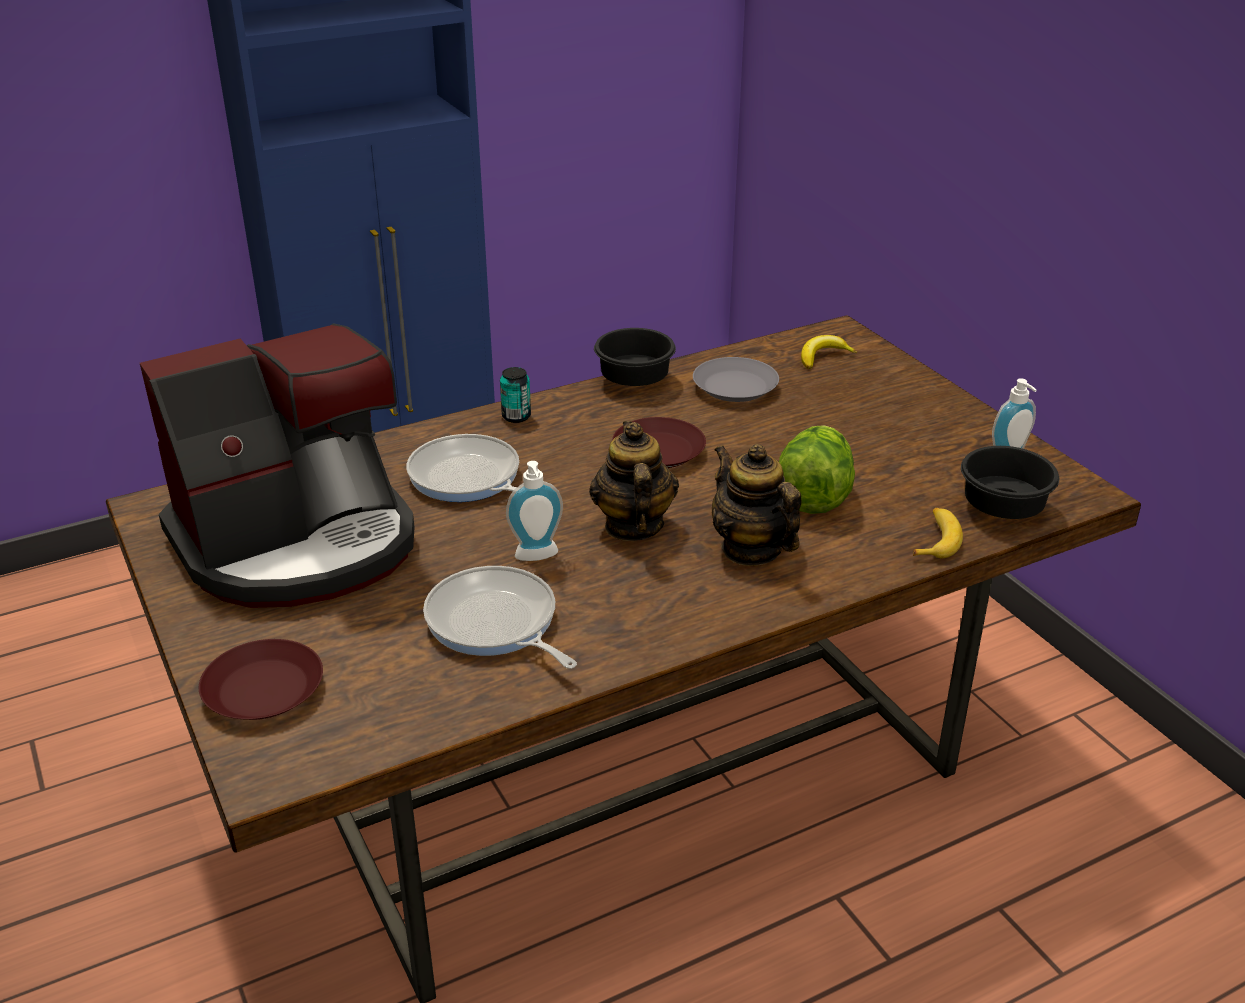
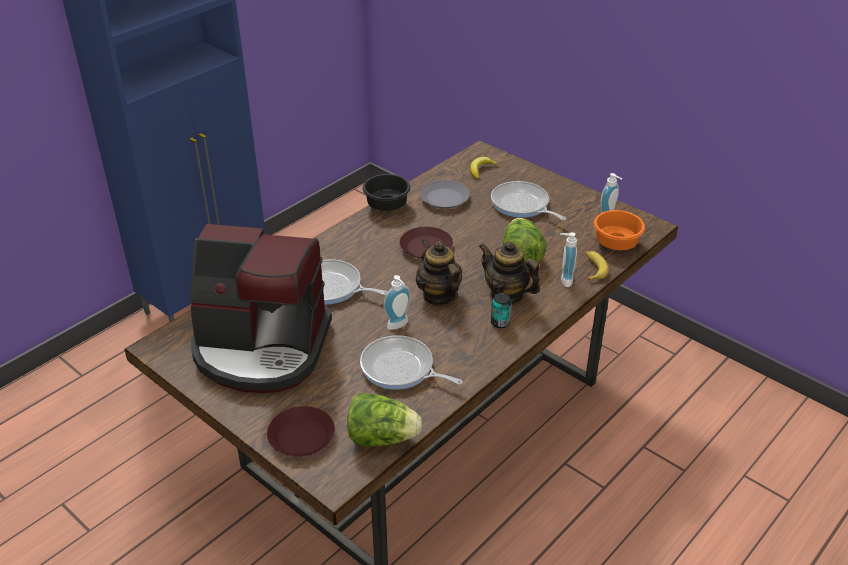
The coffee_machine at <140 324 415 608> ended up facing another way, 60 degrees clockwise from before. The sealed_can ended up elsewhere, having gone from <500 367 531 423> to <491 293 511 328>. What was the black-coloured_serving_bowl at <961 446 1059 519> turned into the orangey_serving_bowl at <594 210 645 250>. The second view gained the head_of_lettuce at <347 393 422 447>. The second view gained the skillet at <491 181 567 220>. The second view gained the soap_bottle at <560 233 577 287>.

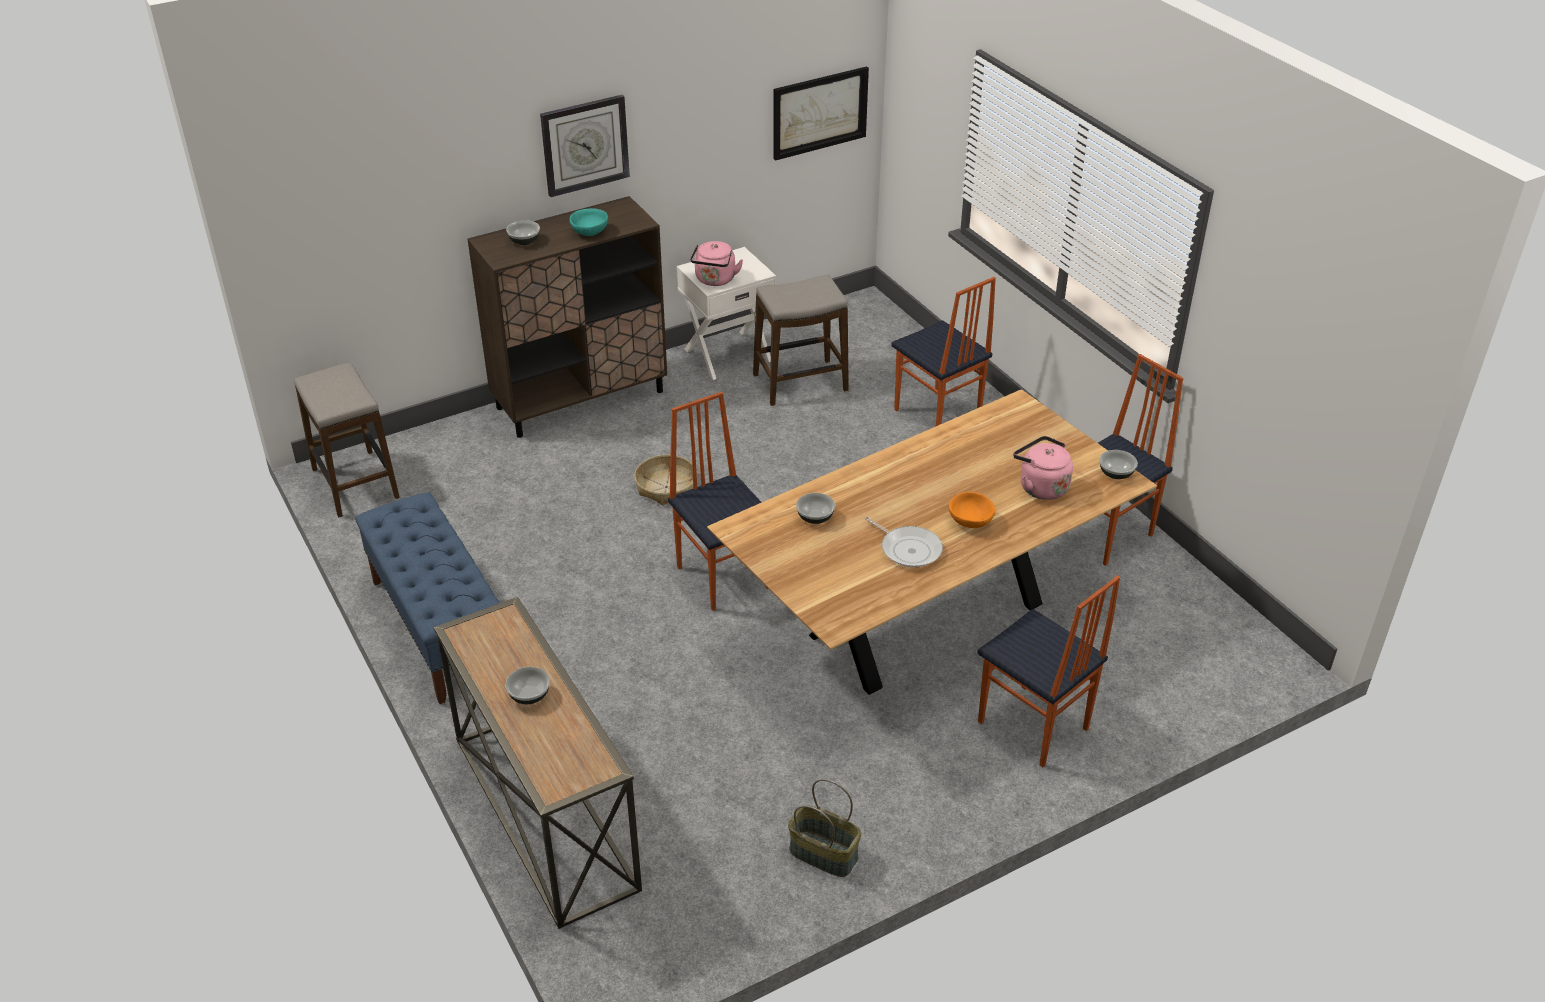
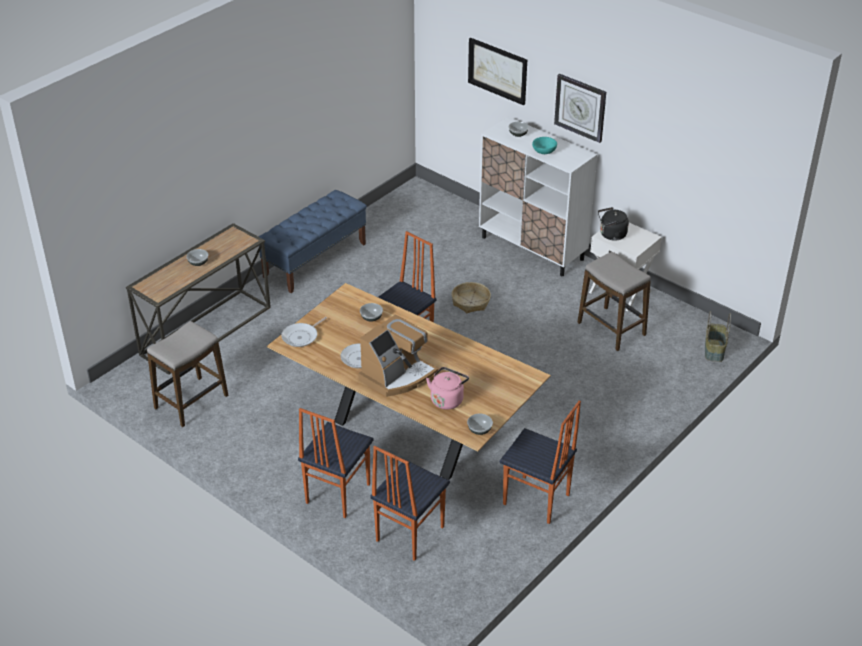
The sitting_stool ended up elsewhere, having gone from <294 363 400 517> to <147 321 228 427>. What was the brown-coloured_cupboard at <467 196 667 438> turned into the white-coloured_cupboard at <479 117 598 276>. What was the pink-coloured_tea_kettle at <690 241 743 286> turned into the black-coloured_tea_kettle at <598 207 629 241>. The wall_art ended up elsewhere, having gone from <774 66 869 161> to <468 38 527 105>. The storage_basket ended up elsewhere, having gone from <788 779 861 877> to <705 311 731 362>. The plain_chair ended up elsewhere, having gone from <891 277 996 426> to <370 446 450 561>. Where the orangey_serving_bowl stood at <949 492 995 528>, the coffee_machine came to stand at <358 314 438 397>. The second view gained the skillet at <281 317 327 347>.

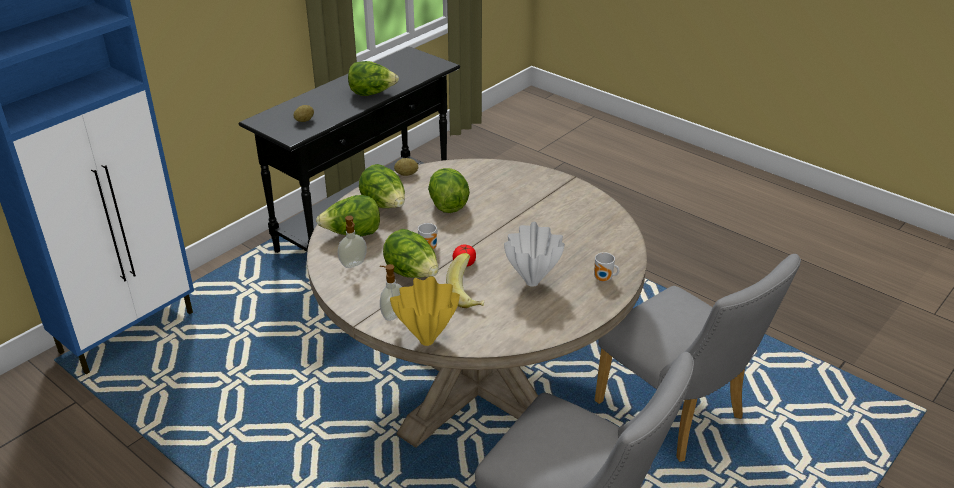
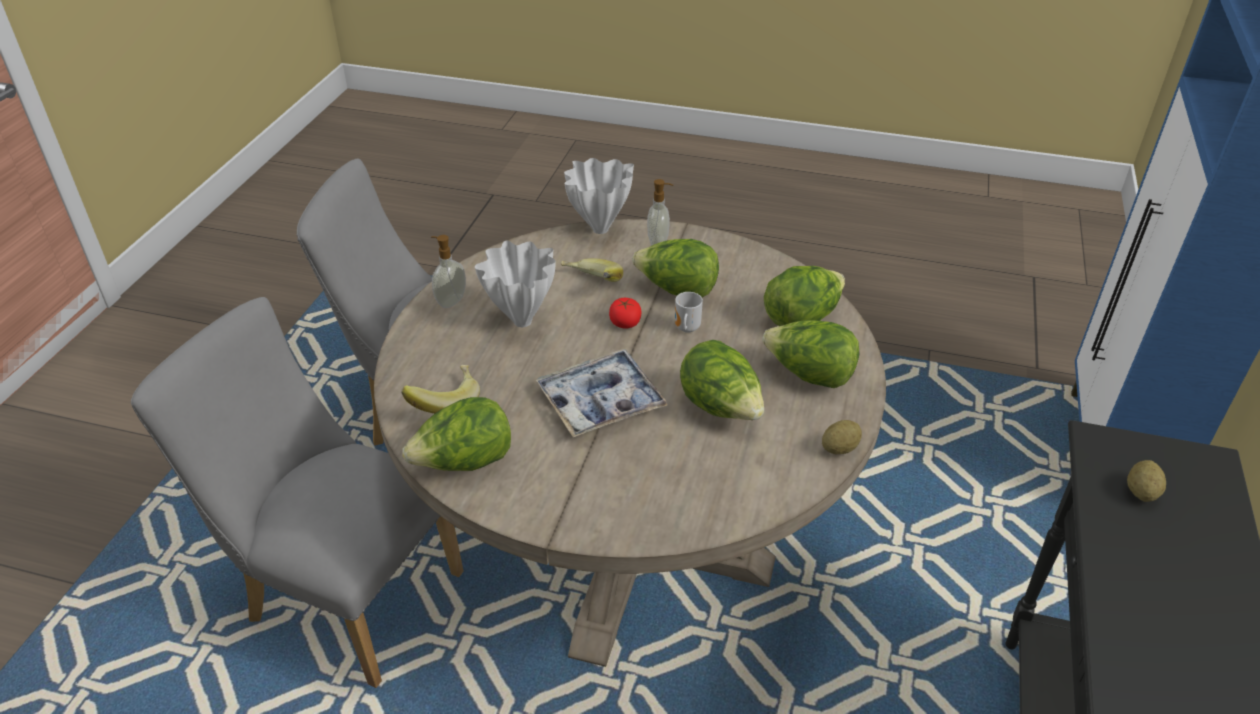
The soap_bottle ended up elsewhere, having gone from <338 216 367 268> to <431 235 466 308>. The head_of_lettuce ended up elsewhere, having gone from <348 61 399 96> to <402 397 511 471>. What was the yellow-coloured_flower_vase at <390 276 460 346> turned into the white-coloured_flower_vase at <564 158 634 234>. The second view lost the tea_mug at <594 252 619 282>. The second view gained the banana at <401 365 480 414>. The second view gained the carrying_tray at <536 349 668 437>.

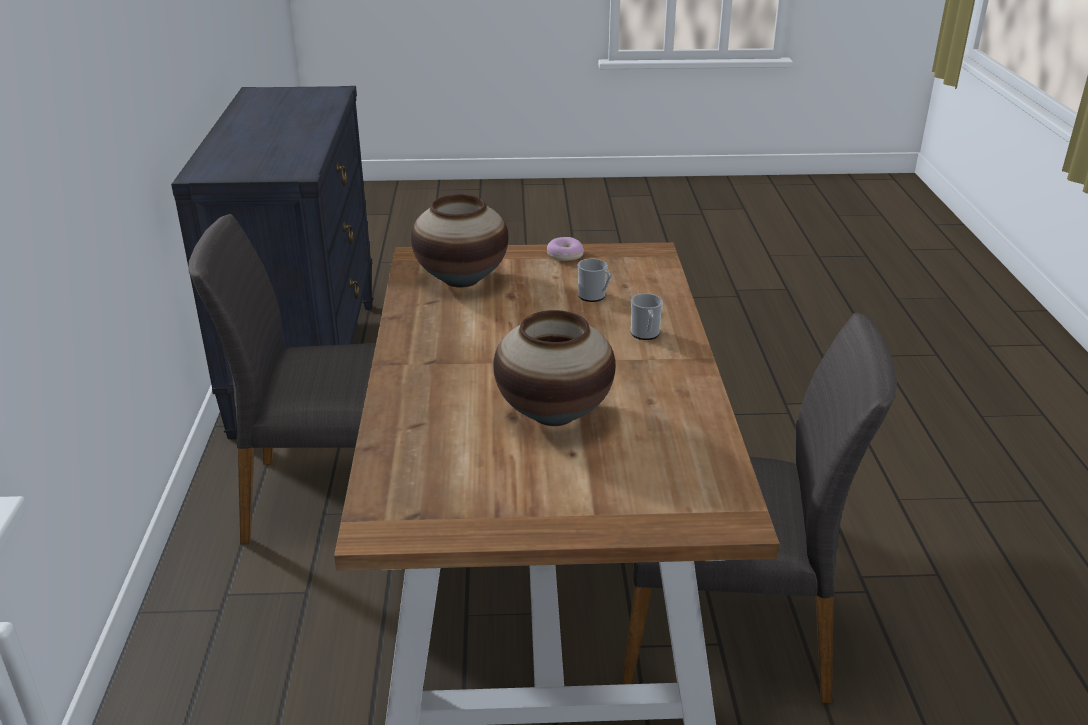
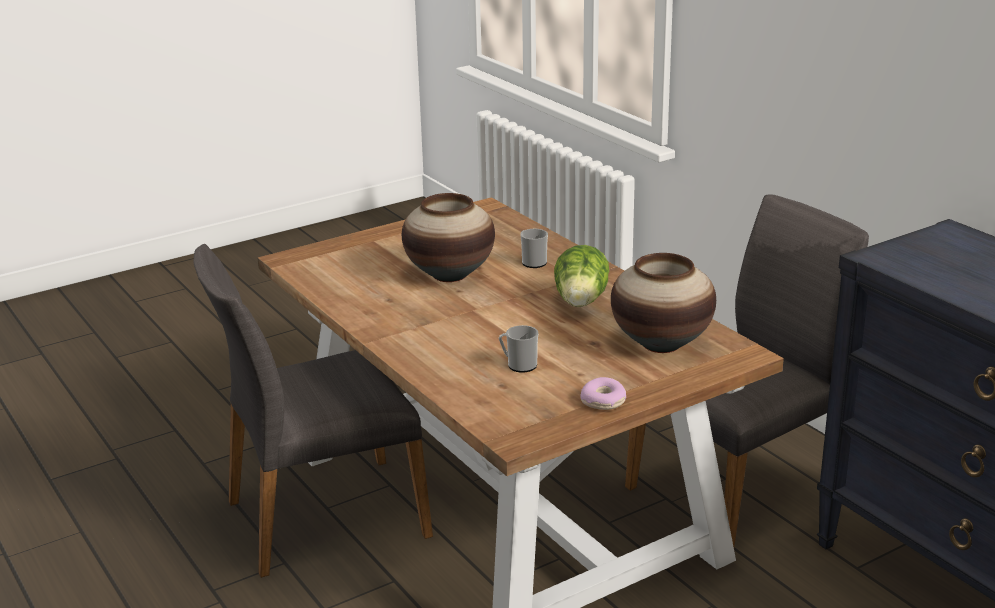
The tea_mug ended up elsewhere, having gone from <631 293 663 340> to <520 229 548 268>. The second view gained the head_of_lettuce at <554 245 609 307>.

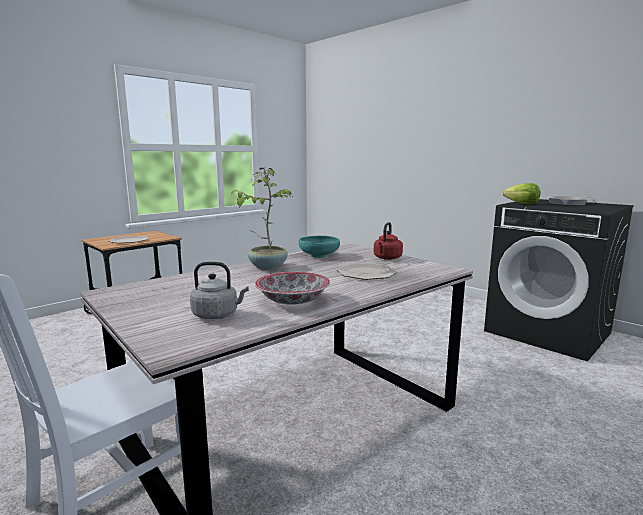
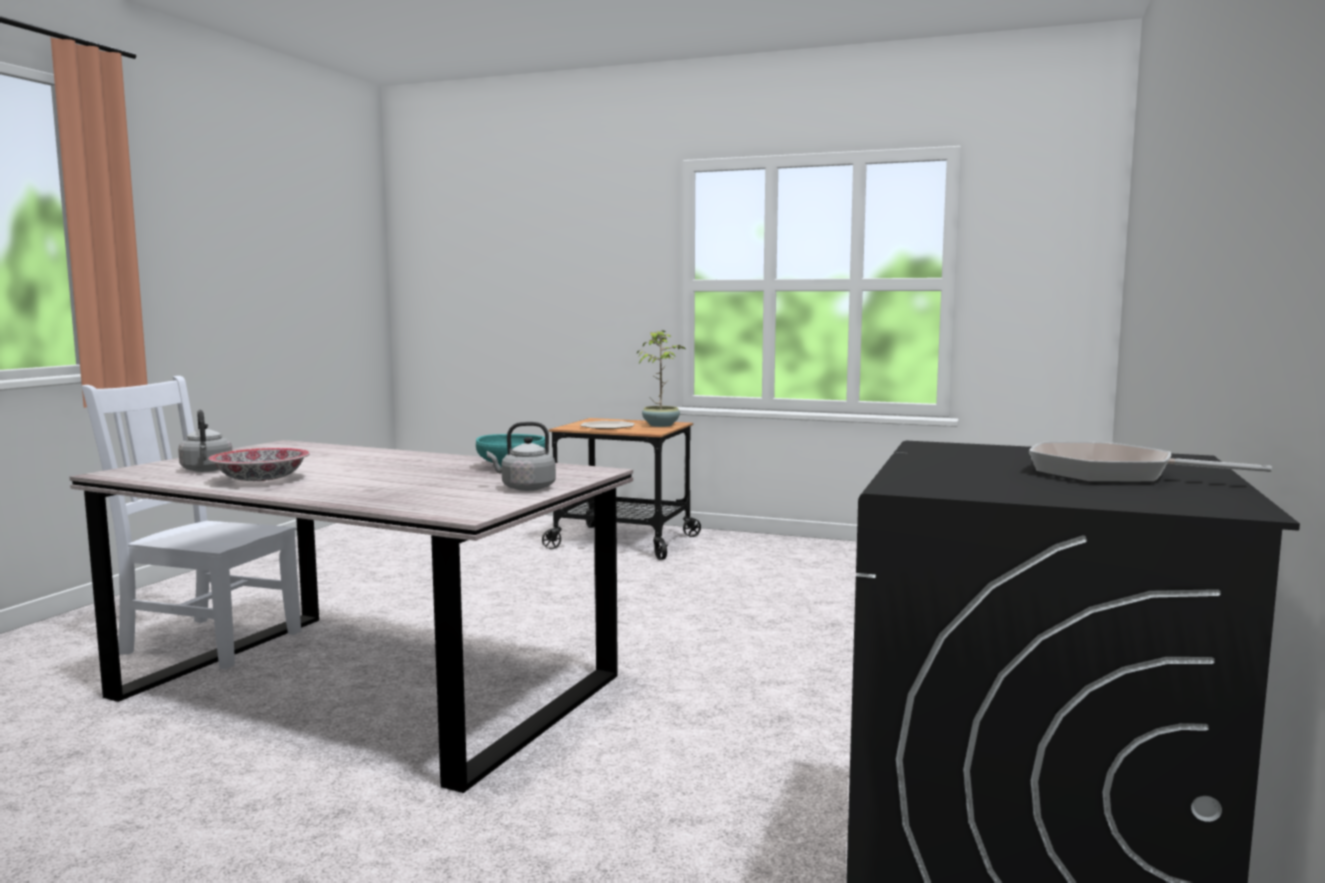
The plant_in_a_pot ended up elsewhere, having gone from <230 168 292 270> to <637 330 686 427>. The second view lost the flat_dish at <337 263 397 280>. What was the reddish_tea_kettle at <374 222 403 260> turned into the gray_tea_kettle at <487 422 556 491>. The second view lost the head_of_lettuce at <503 183 540 204>.

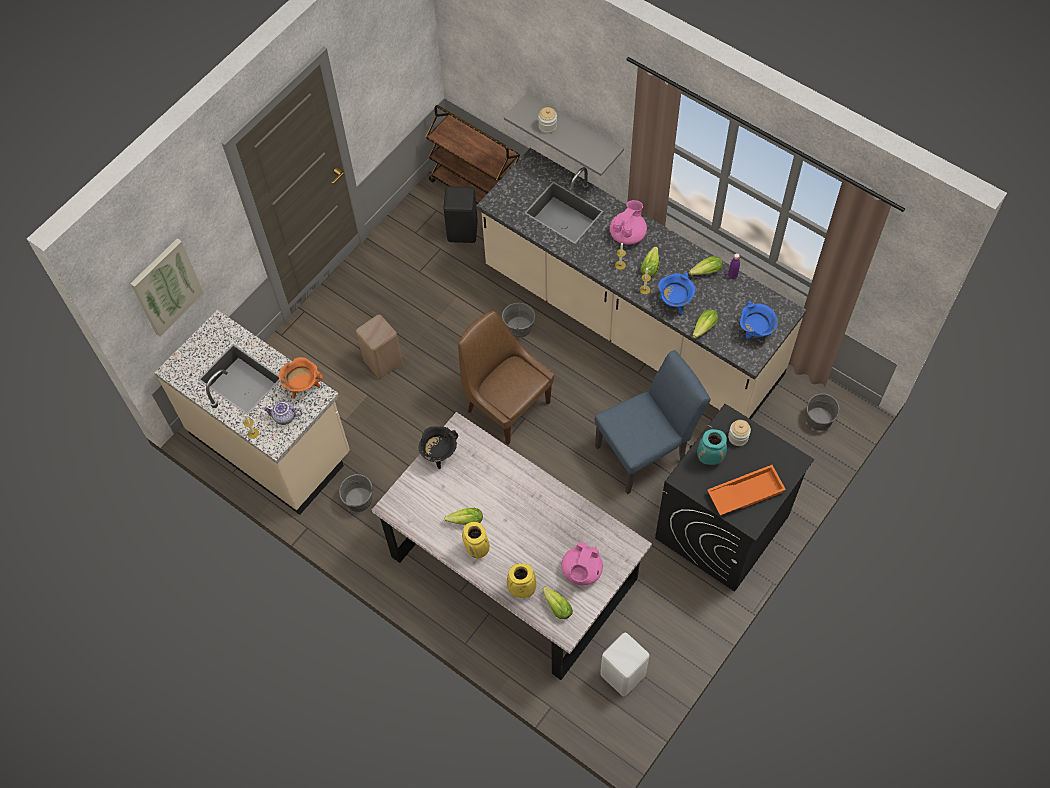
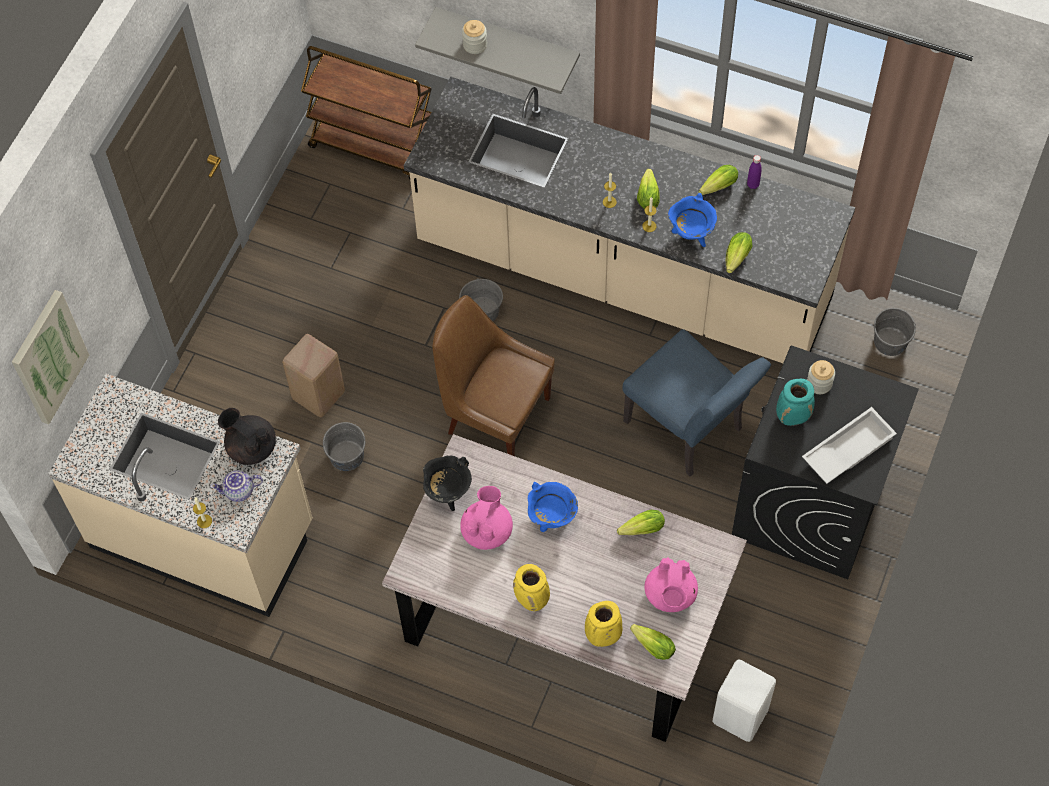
Where the orangey_saucepot stood at <279 357 323 399>, the black-coloured_pot_for_tea came to stand at <218 408 276 465>. The gray_water_bucket ended up elsewhere, having gone from <339 474 373 512> to <323 422 365 471>. The second view lost the black-coloured_sitting_stool at <443 186 478 243>. The head_of_lettuce ended up elsewhere, having gone from <444 508 483 525> to <617 510 665 535>. The blue-coloured_plain_chair at <594 350 711 494> ended up facing another way, 90 degrees clockwise from before. The pink-coloured_pot_for_tea ended up elsewhere, having gone from <610 200 647 245> to <460 486 513 550>. What was the orangey_carrying_tray at <707 465 786 515> turned into the white-coloured_carrying_tray at <802 407 897 484>. The blue-coloured_saucepot ended up elsewhere, having gone from <740 301 778 339> to <528 482 578 532>.

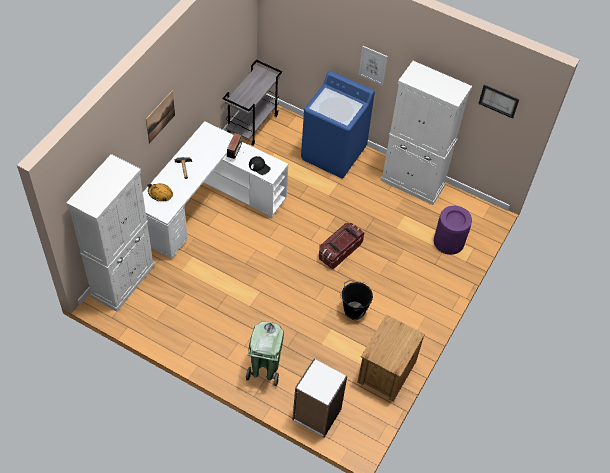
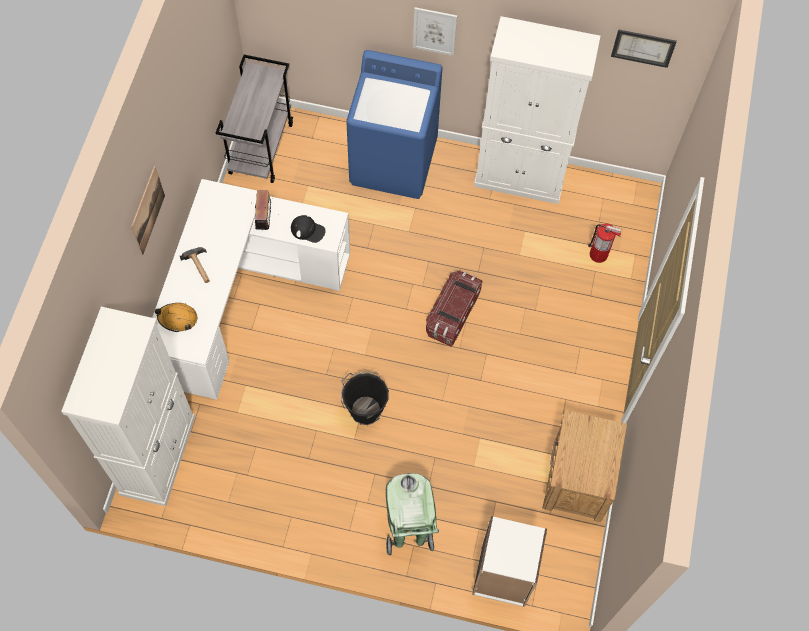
The black-coloured_water_bucket ended up elsewhere, having gone from <340 280 373 320> to <341 371 389 425>. Where the purple-coloured_rubbish_bin stood at <434 206 472 255>, the fire_extinguisher came to stand at <588 223 621 263>.

